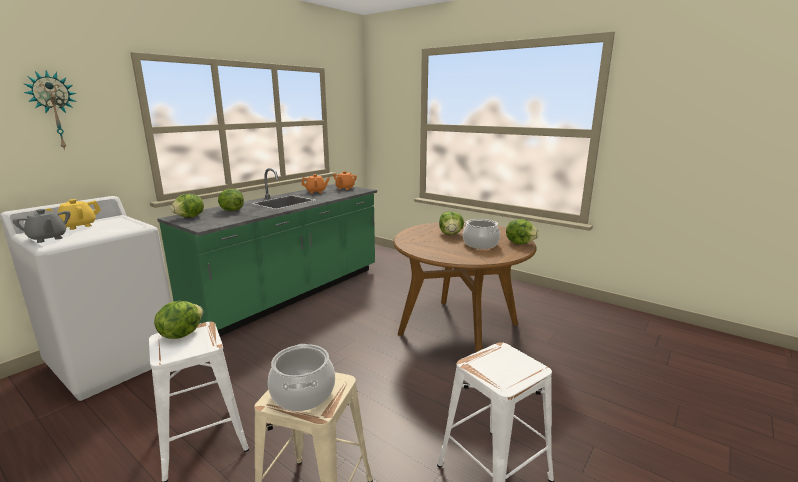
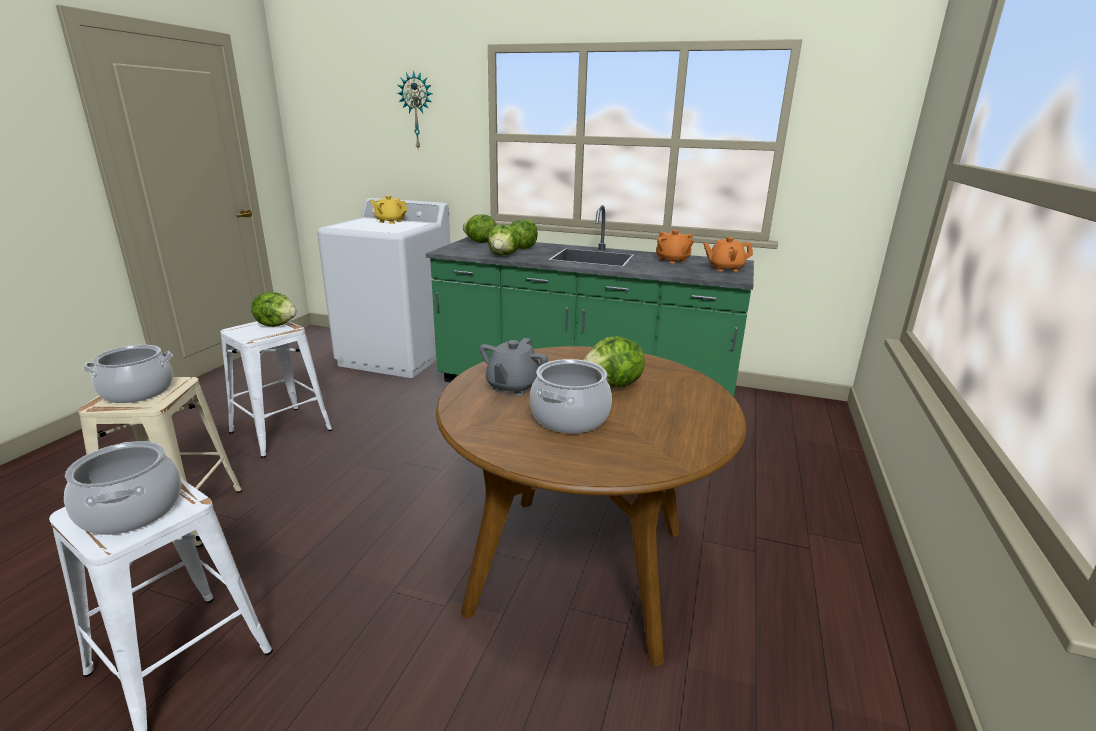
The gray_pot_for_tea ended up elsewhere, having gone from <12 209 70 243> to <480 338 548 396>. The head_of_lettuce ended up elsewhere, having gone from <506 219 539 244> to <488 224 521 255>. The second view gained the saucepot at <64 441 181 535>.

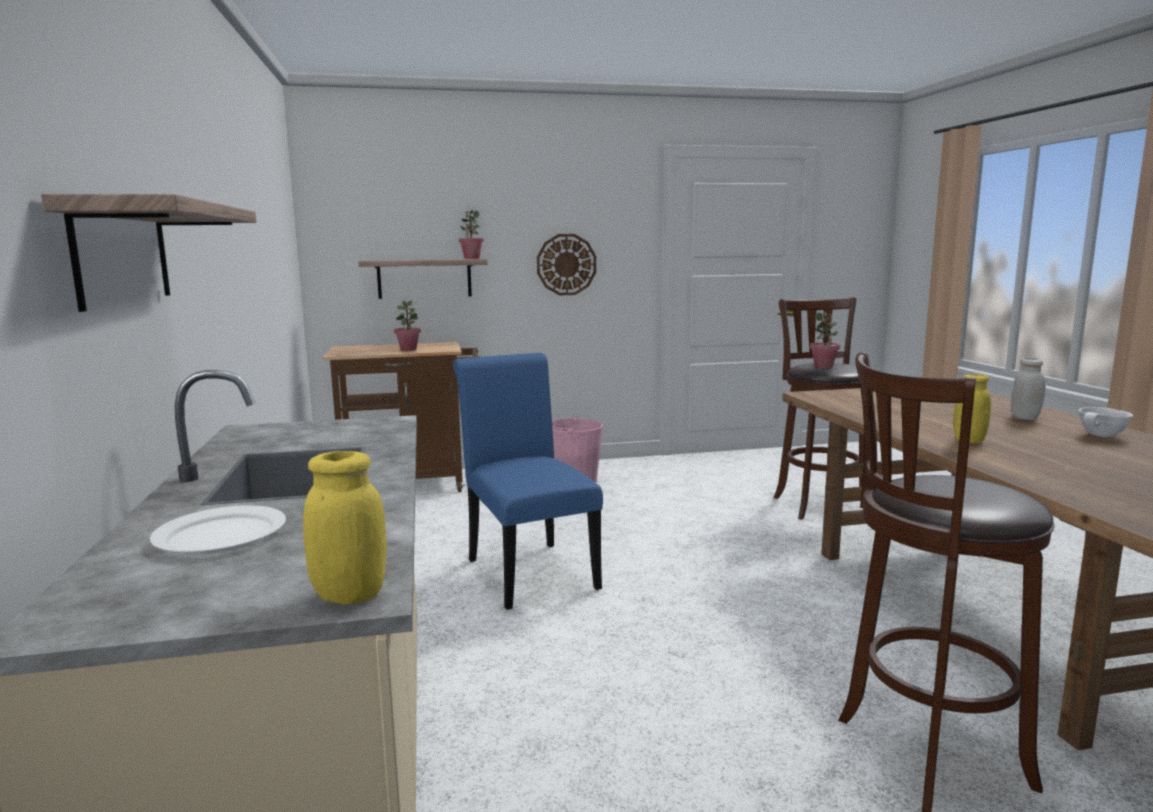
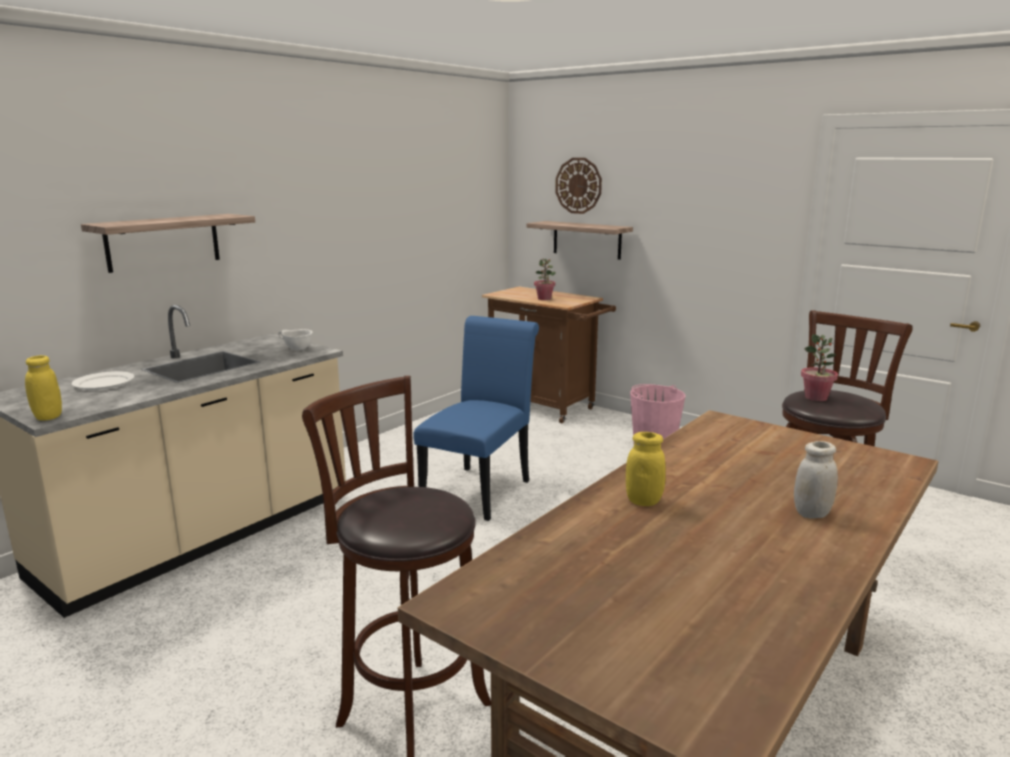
The second view lost the plant_in_a_pot at <459 210 484 259>. The wall_clock ended up elsewhere, having gone from <537 234 596 295> to <555 158 602 214>. The white-coloured_serving_bowl ended up elsewhere, having gone from <1079 407 1133 437> to <278 329 313 350>.

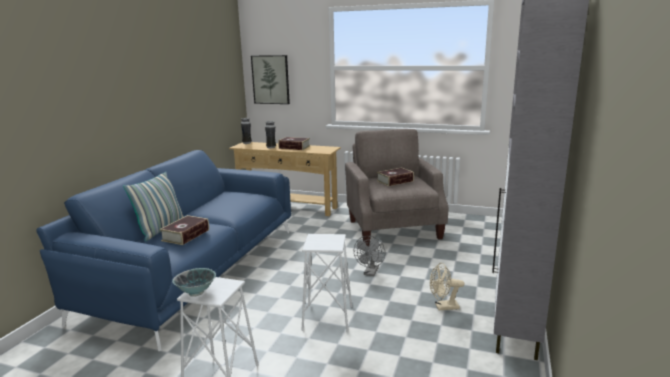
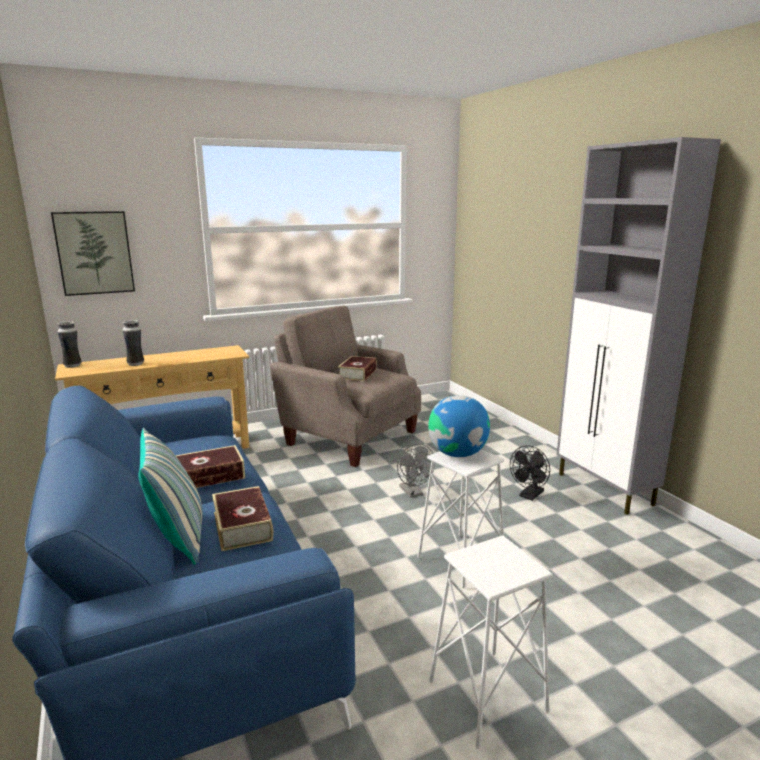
The second view lost the serving_bowl at <173 268 216 297>. The book ended up elsewhere, having gone from <278 137 310 150> to <175 445 245 488>. What was the beige-coloured_electric_fan at <430 263 464 310> turned into the black-coloured_electric_fan at <510 446 550 501>. The second view gained the desk_globe at <428 395 490 457>.

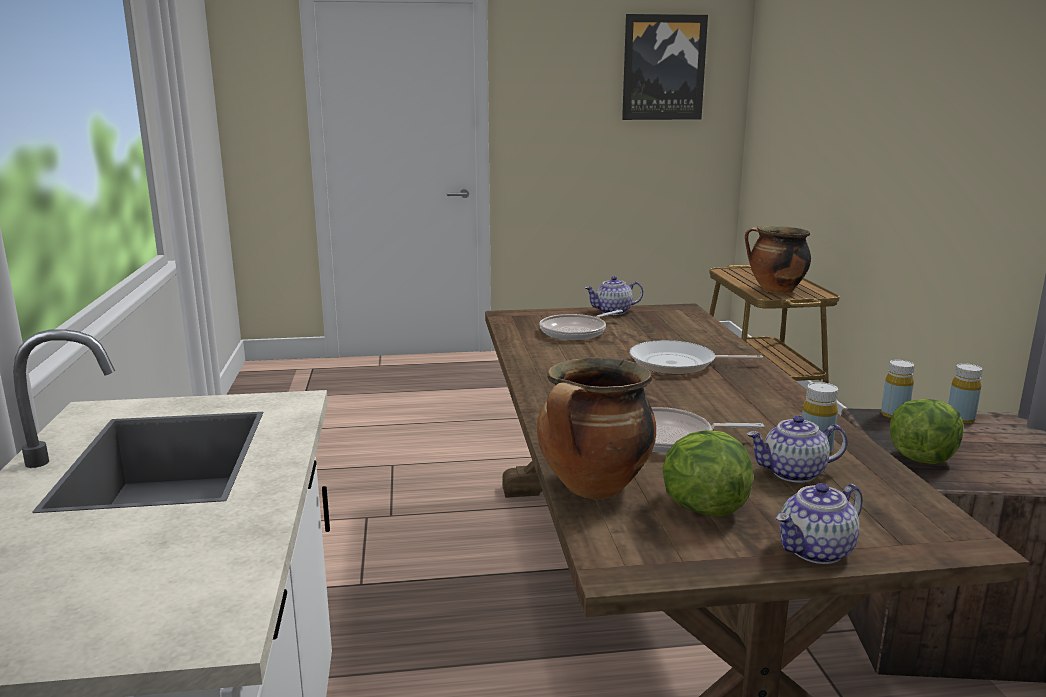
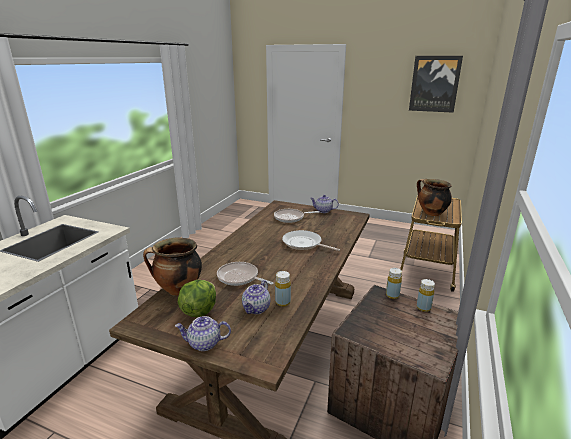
The pot_for_tea at <746 415 848 483> ended up facing another way, 90 degrees counterclockwise from before. The second view lost the head_of_lettuce at <890 399 964 464>.

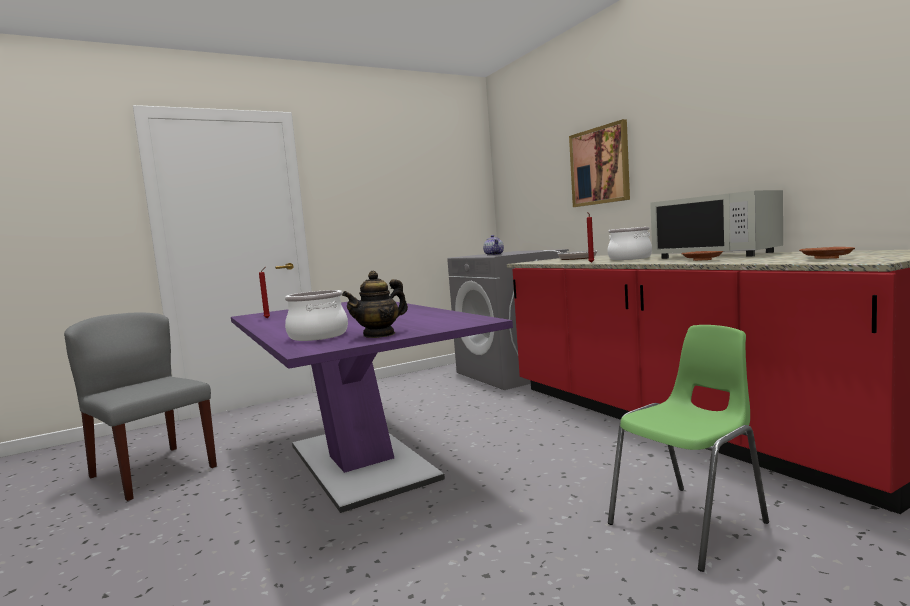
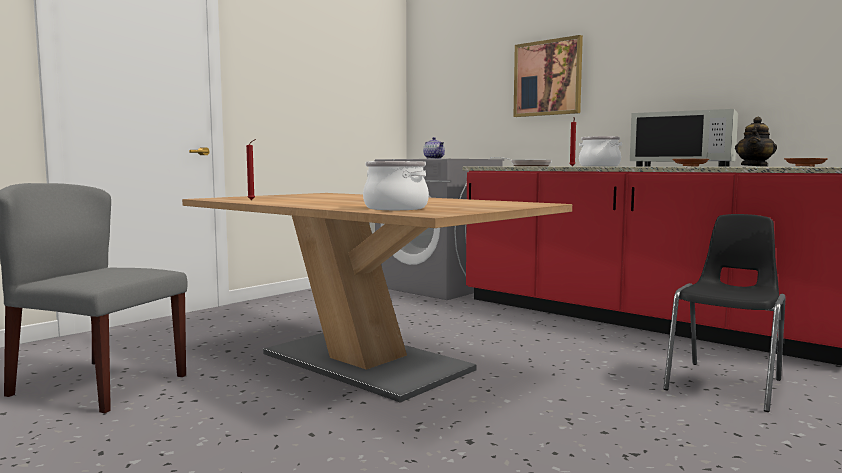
What was the purple-coloured_dinner_table at <231 300 513 513> turned into the brown-coloured_dinner_table at <182 193 572 403>. The pot_for_tea ended up elsewhere, having gone from <342 271 408 338> to <735 117 777 167>. What was the green-coloured_plain_chair at <608 325 769 572> turned into the black-coloured_plain_chair at <663 214 785 412>.

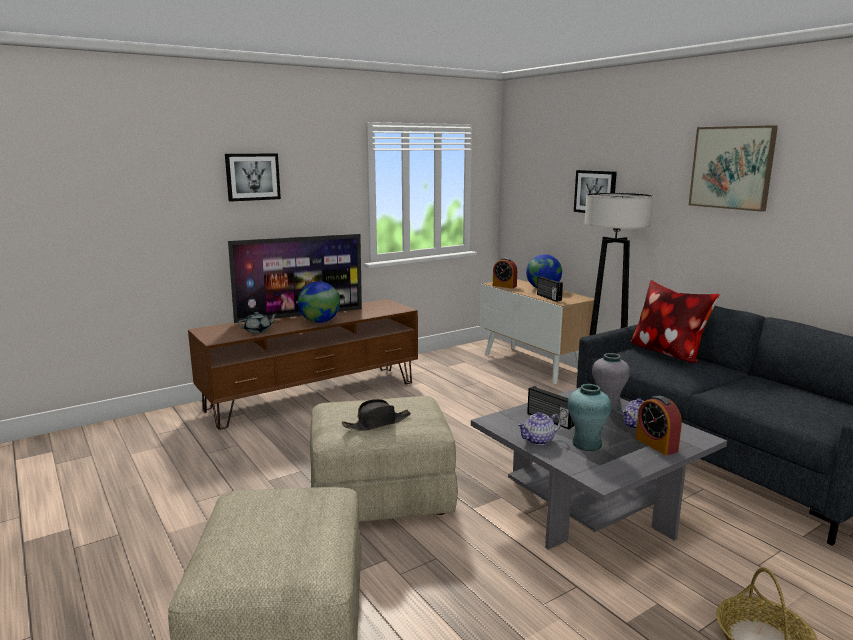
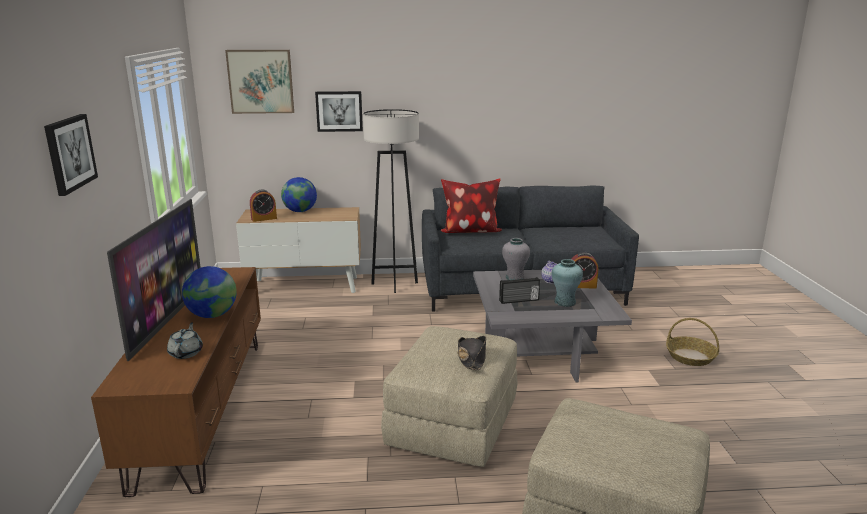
The second view lost the pot_for_tea at <517 412 561 445>. The second view lost the radio_receiver at <537 277 563 302>. The wall_art ended up elsewhere, having gone from <689 125 778 212> to <225 50 294 114>.

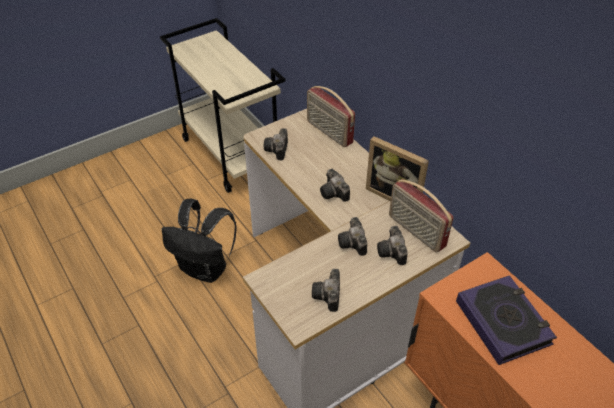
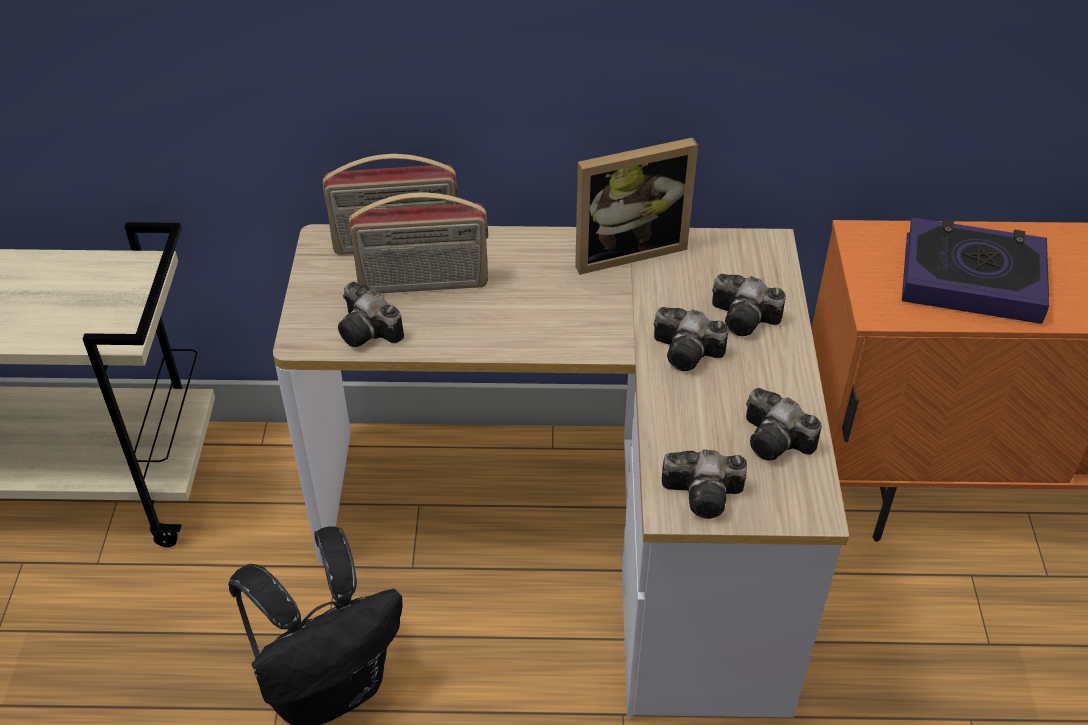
The photo_camera ended up elsewhere, having gone from <320 169 350 202> to <662 449 747 519>. The radio_receiver ended up elsewhere, having gone from <389 179 453 253> to <349 193 488 293>.

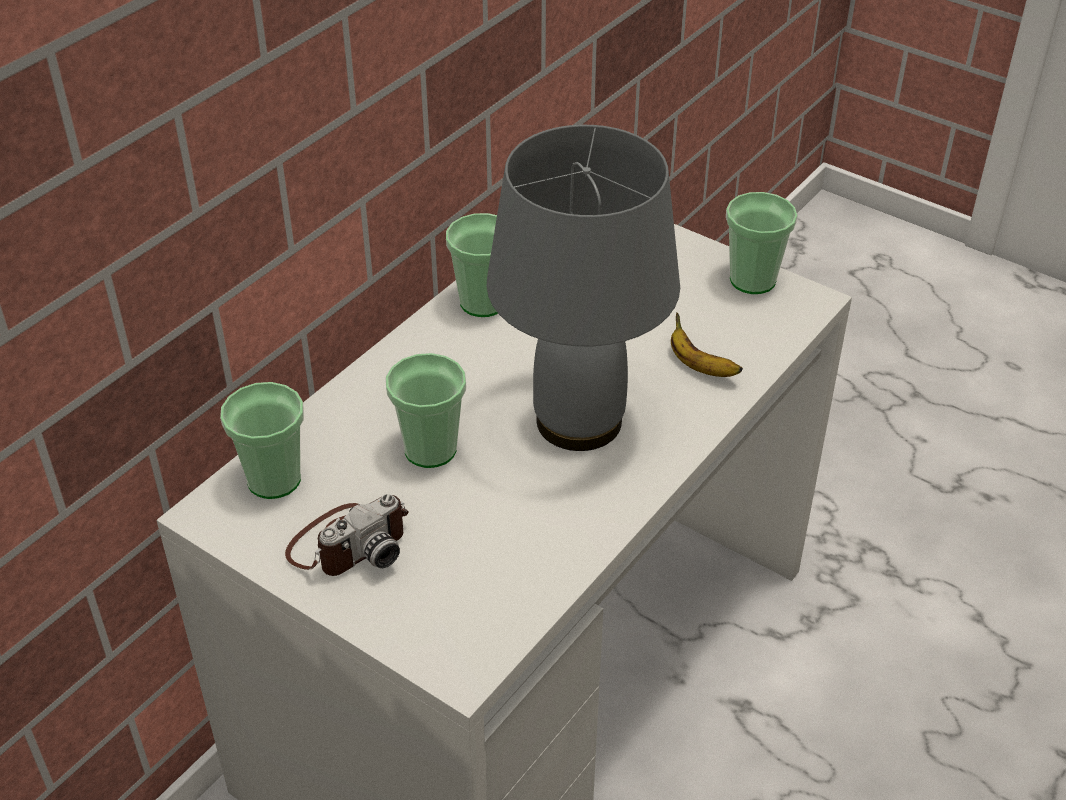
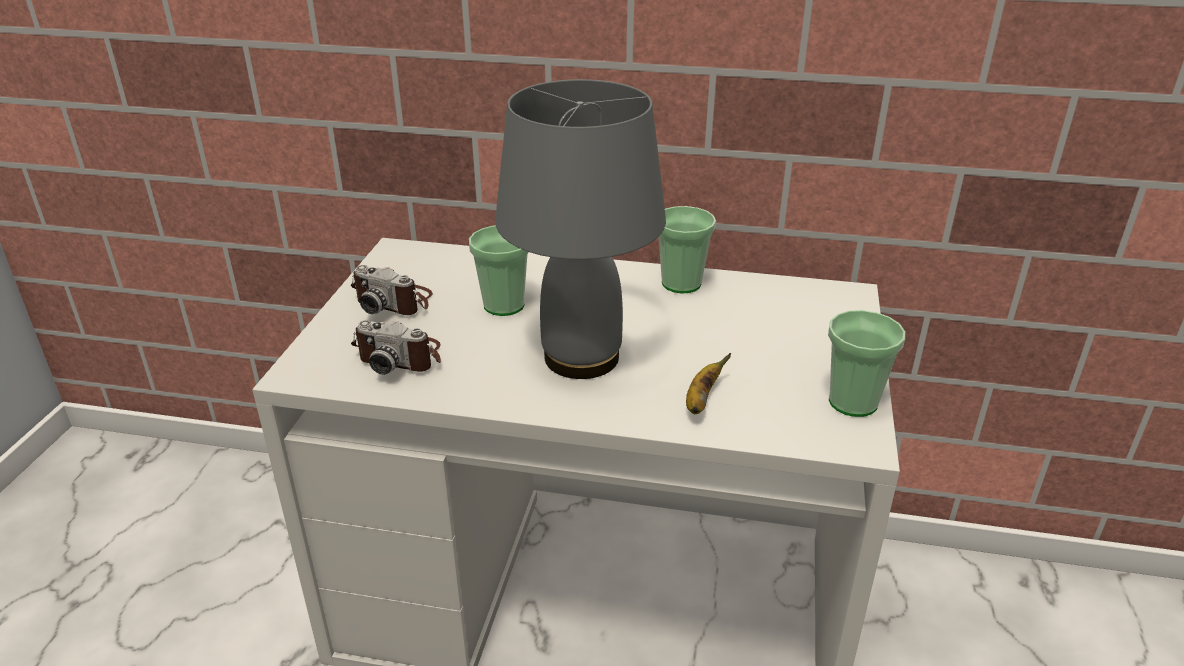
The second view lost the drinking_cup at <220 382 304 499>. The second view gained the photo_camera at <351 320 441 375>.

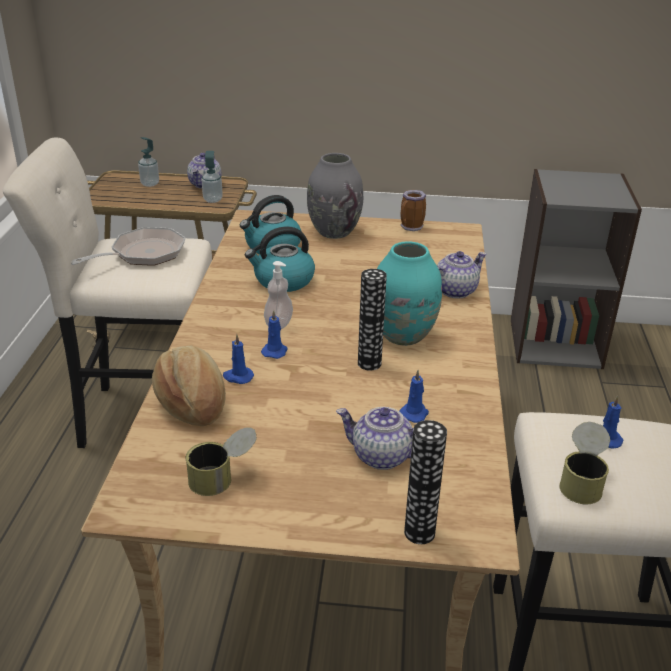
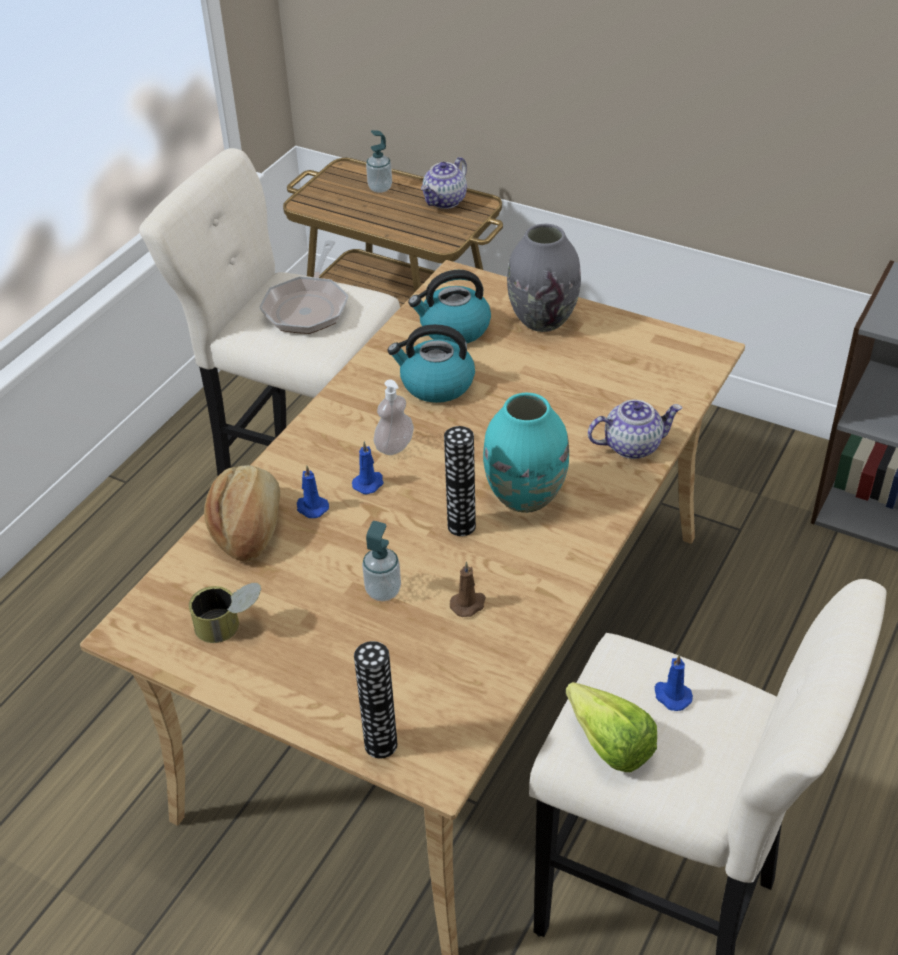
The skillet at <71 227 185 266> ended up facing another way, 120 degrees clockwise from before. The soap_bottle ended up elsewhere, having gone from <201 151 223 203> to <362 521 401 601>. The second view lost the pot_for_tea at <336 407 413 470>. What was the blue-coloured_candle at <399 370 429 423> turned into the brown-coloured_candle at <450 561 486 617>. The second view lost the tea_mug at <401 190 426 231>. Where the sealed_can stood at <559 422 610 504>, the head_of_lettuce came to stand at <566 682 657 772>.

